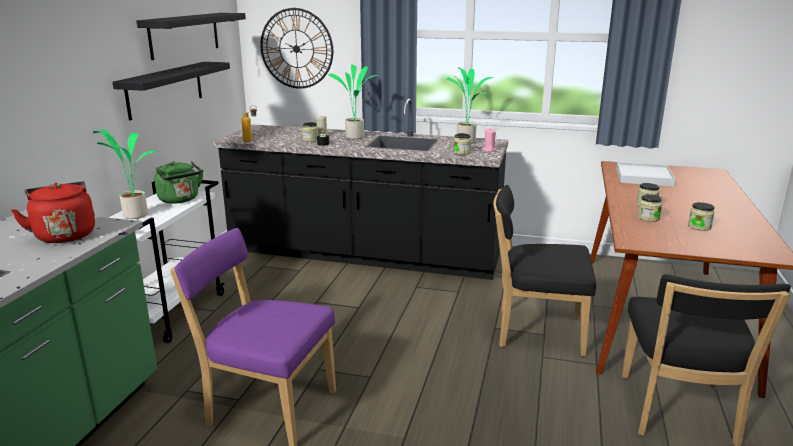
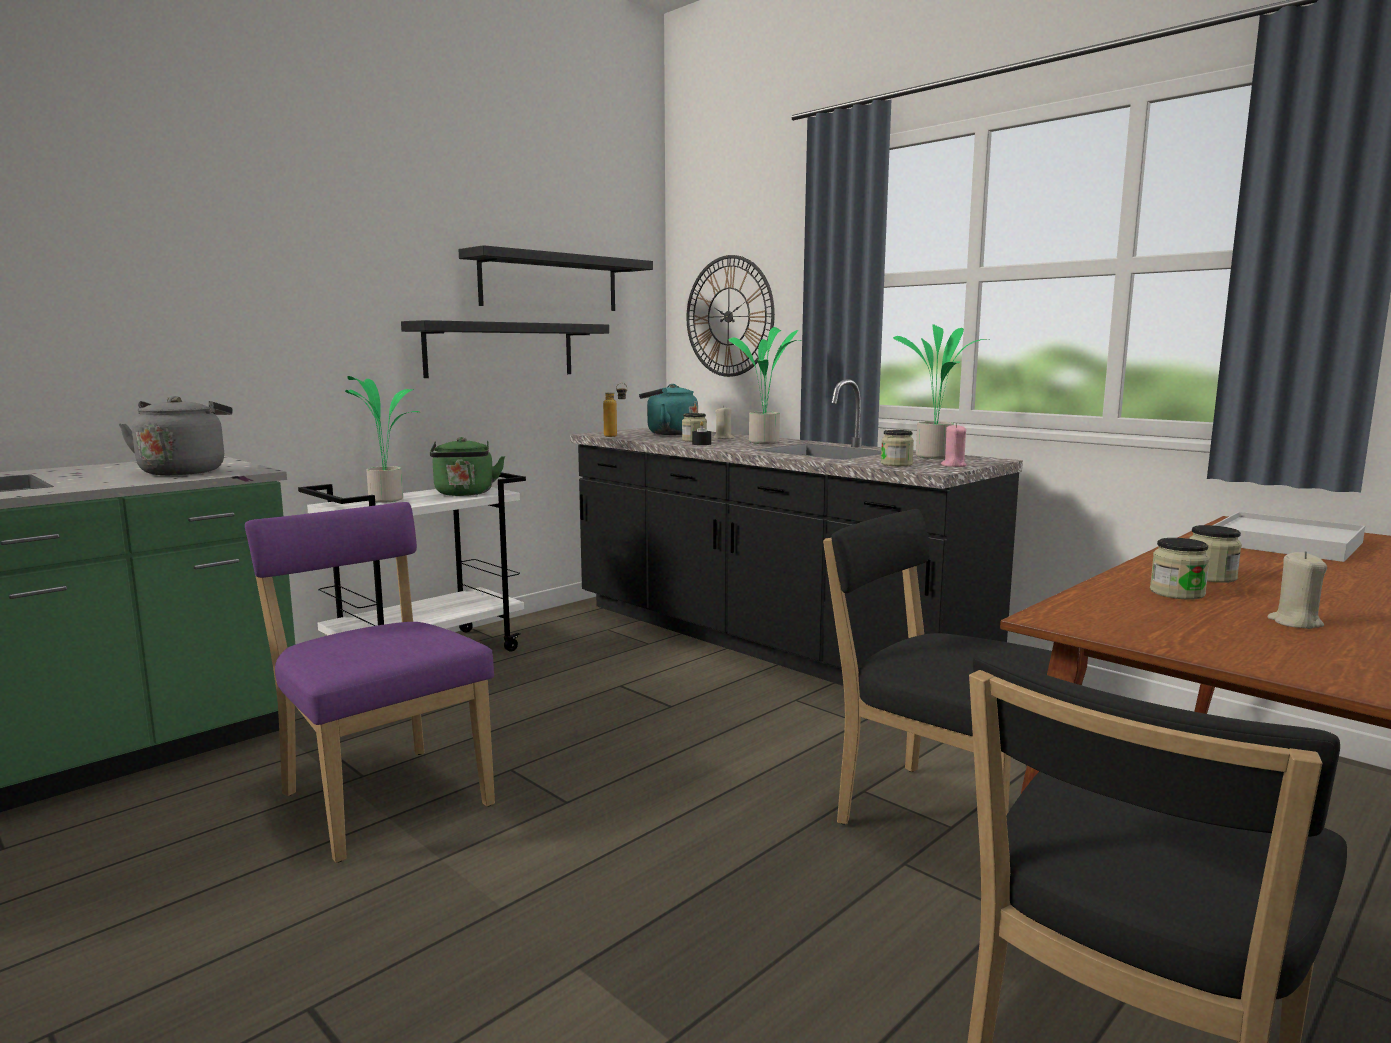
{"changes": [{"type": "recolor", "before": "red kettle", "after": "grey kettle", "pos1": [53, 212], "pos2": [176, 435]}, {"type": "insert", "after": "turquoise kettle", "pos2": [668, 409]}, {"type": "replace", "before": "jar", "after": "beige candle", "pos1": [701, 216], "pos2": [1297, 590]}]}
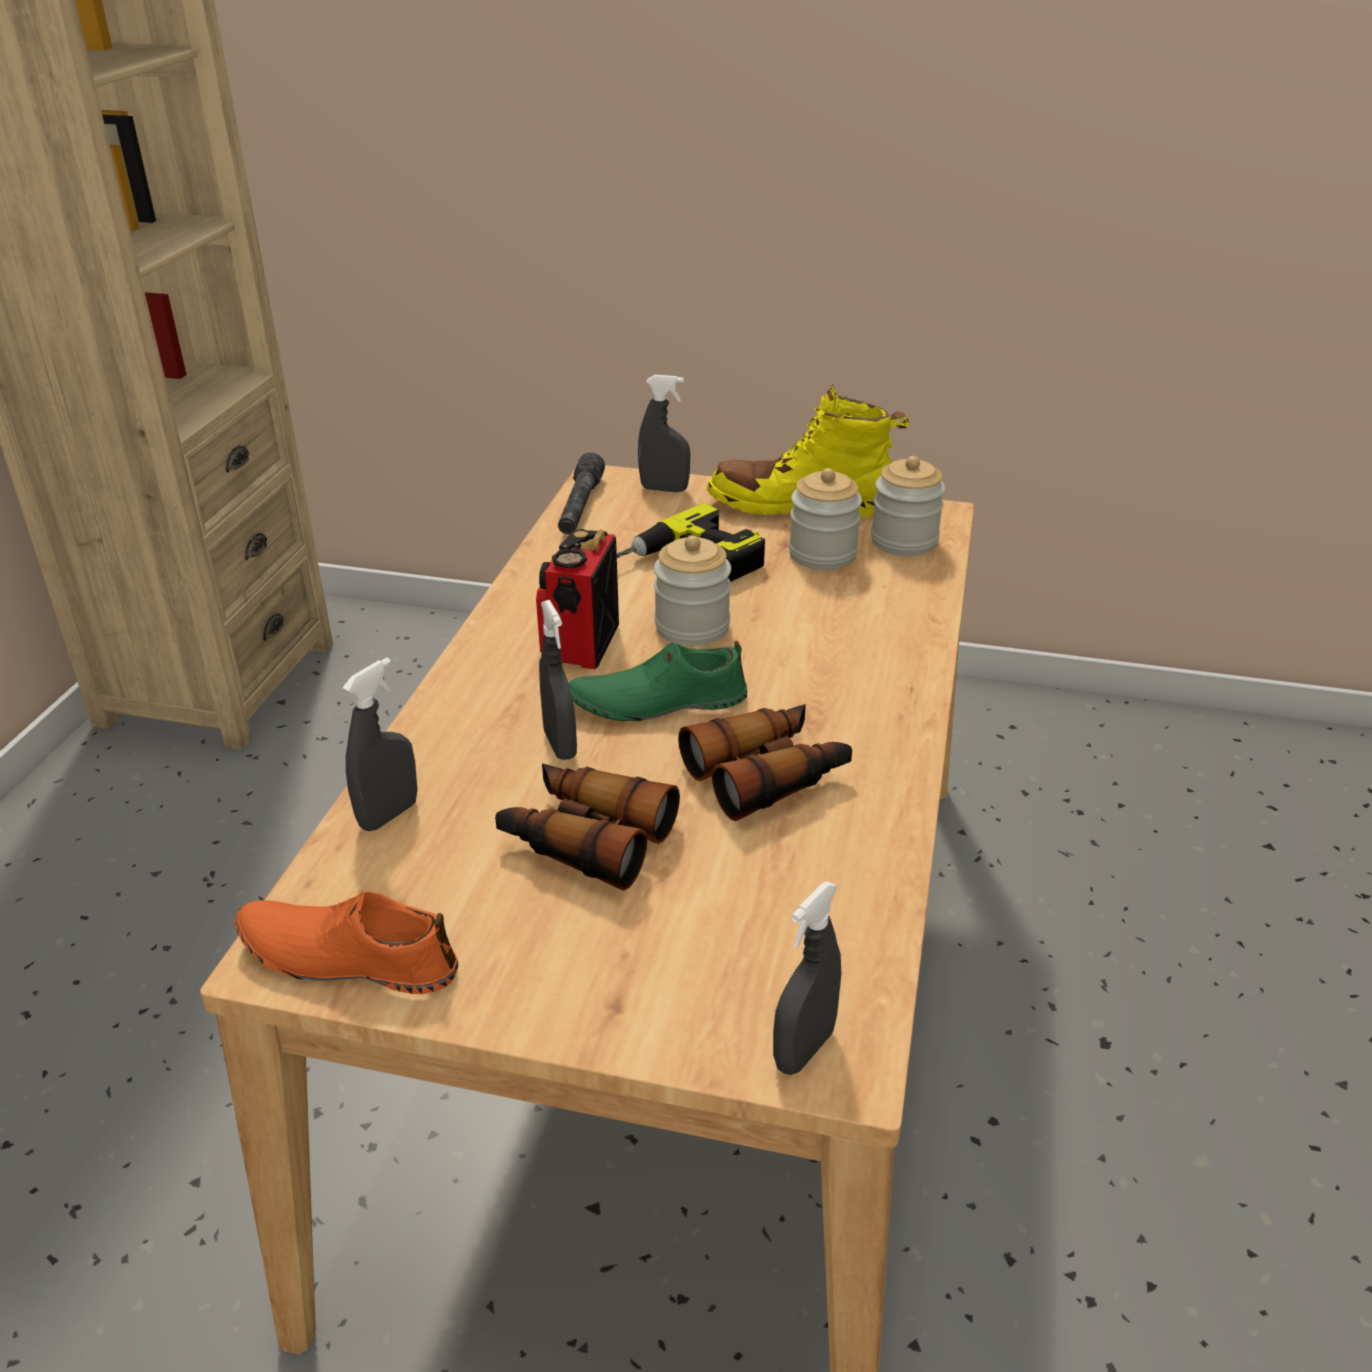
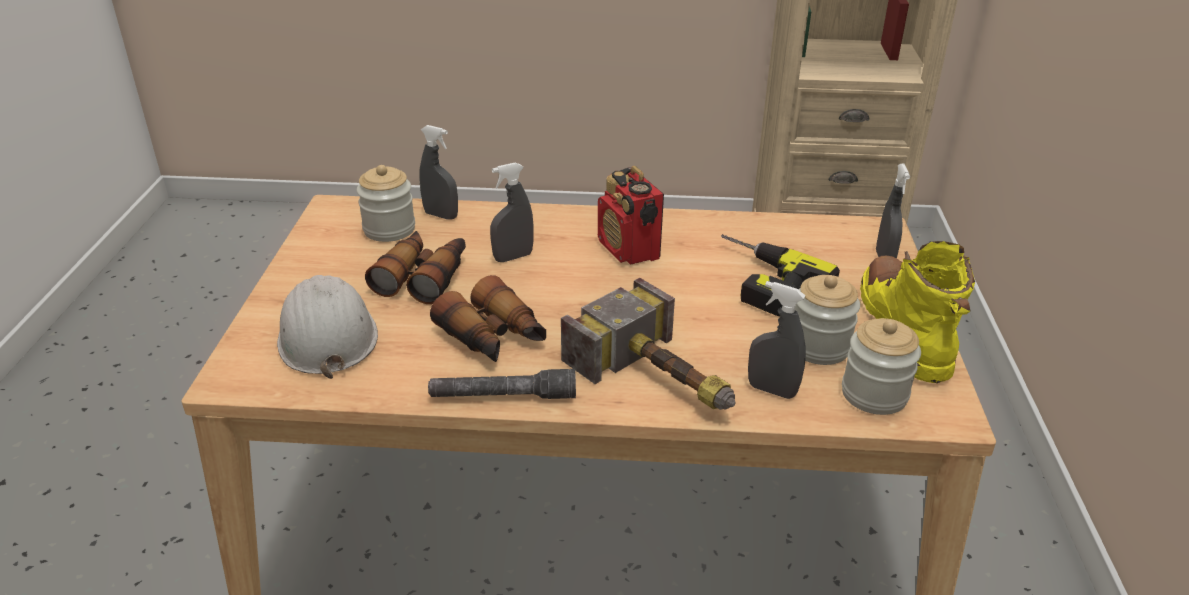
{"changes": [{"type": "insert", "after": "white hard hat", "pos2": [327, 327]}, {"type": "move", "before": "jar", "pos1": [692, 590], "pos2": [386, 203]}, {"type": "move", "before": "grey flashlight", "pos1": [581, 493], "pos2": [502, 384]}, {"type": "insert", "after": "hammer", "pos2": [648, 344]}, {"type": "rotate", "before": "radio", "pos1": [577, 599], "pos2": [631, 215], "turn": -120}, {"type": "move", "before": "grey spray bottle", "pos1": [807, 978], "pos2": [777, 340]}, {"type": "delete", "before": "orange shoe", "pos1": [346, 943]}, {"type": "delete", "before": "green shoe", "pos1": [658, 681]}]}
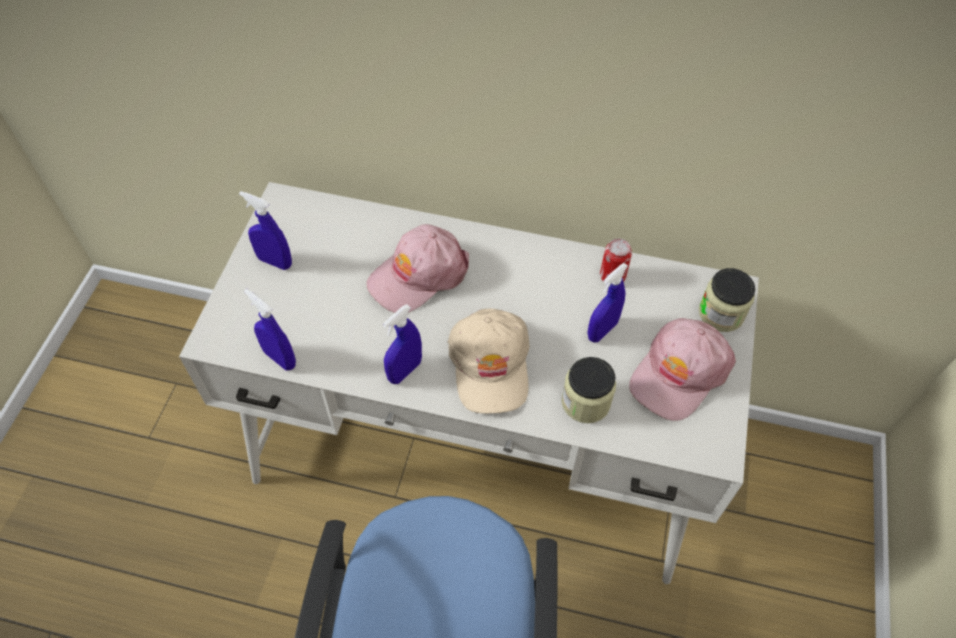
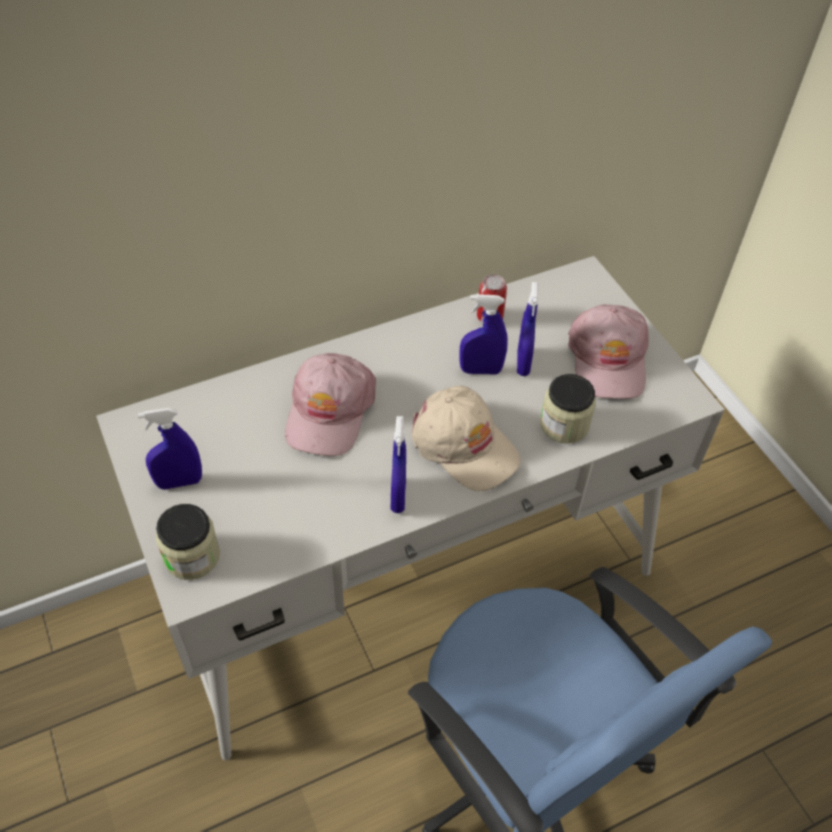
{"changes": [{"type": "move", "before": "jar", "pos1": [727, 300], "pos2": [188, 542]}, {"type": "move", "before": "blue spray bottle", "pos1": [270, 330], "pos2": [483, 334]}]}
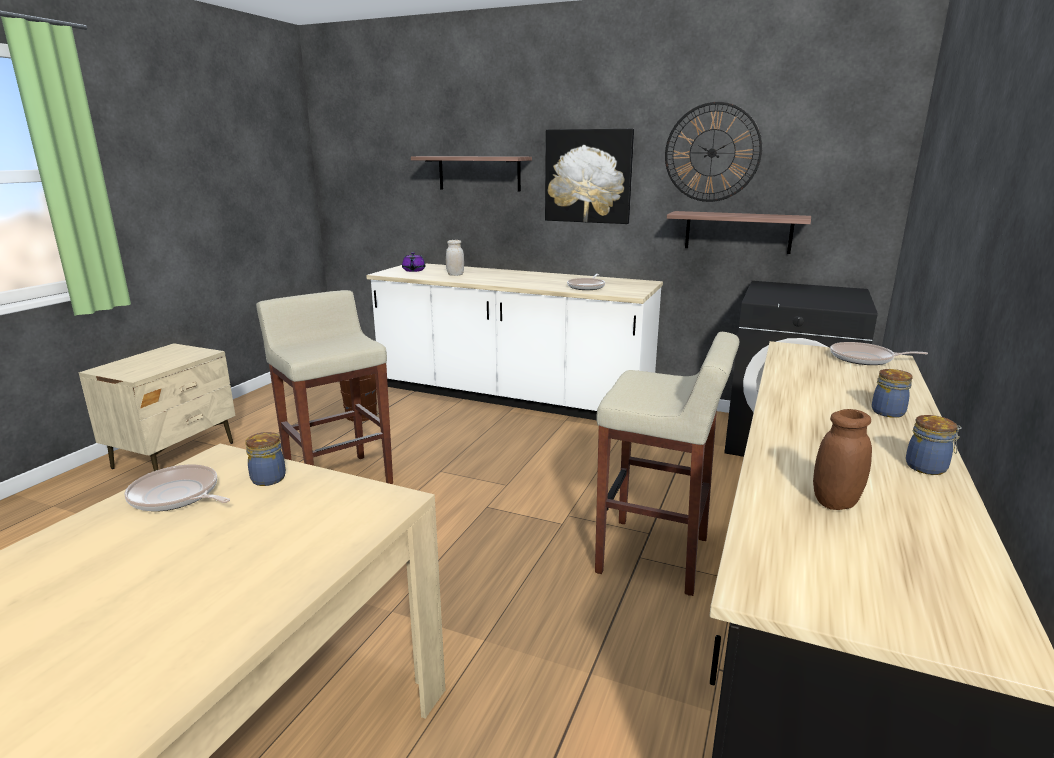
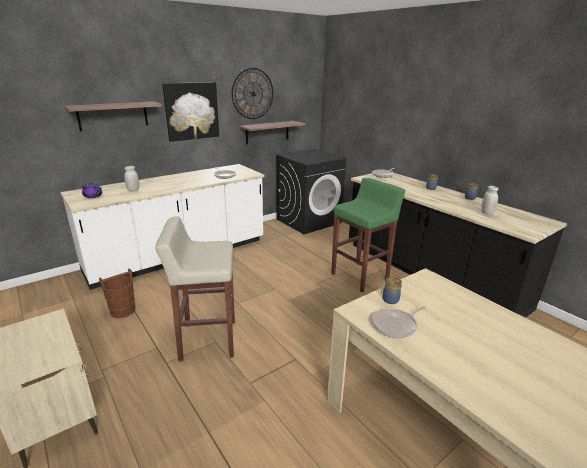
{"changes": [{"type": "recolor", "before": "beige stool", "after": "green stool", "pos1": [667, 464], "pos2": [368, 235]}, {"type": "recolor", "before": "brown jar", "after": "white jar", "pos1": [842, 459], "pos2": [490, 200]}]}
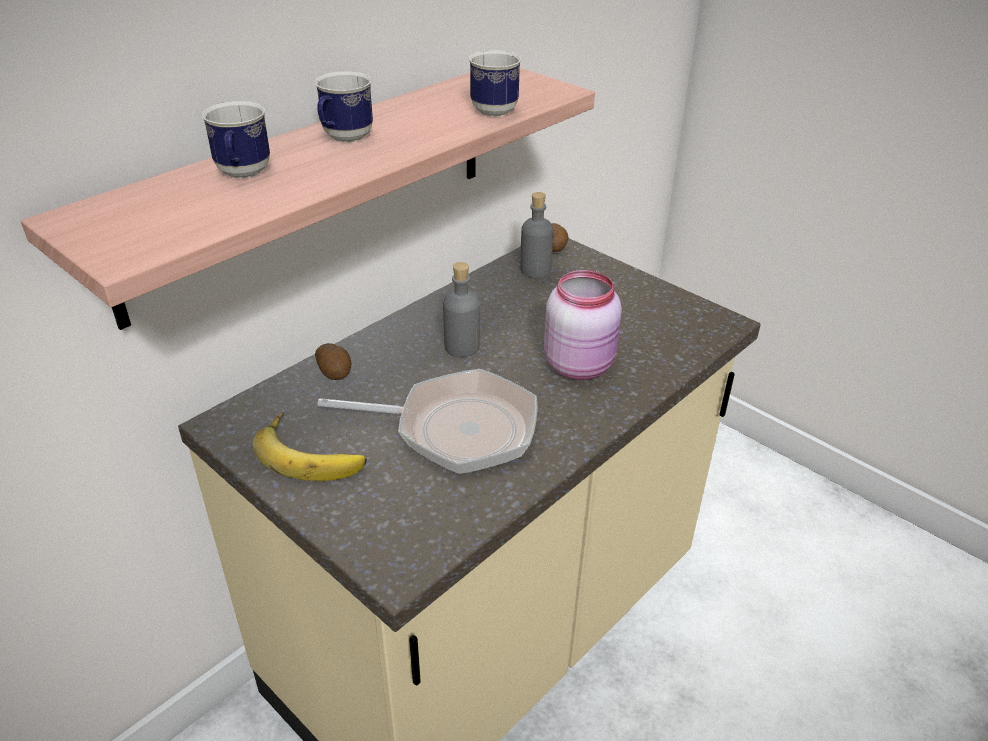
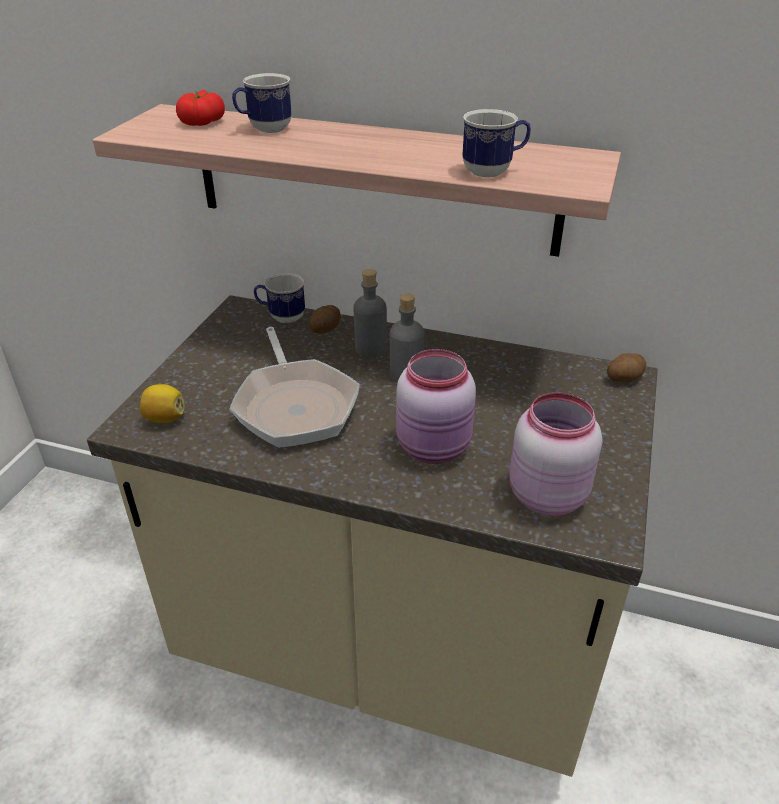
{"changes": [{"type": "insert", "after": "lemon", "pos2": [162, 403]}, {"type": "insert", "after": "tomato", "pos2": [200, 108]}, {"type": "move", "before": "mug", "pos1": [344, 106], "pos2": [279, 298]}, {"type": "move", "before": "grey bottle", "pos1": [536, 235], "pos2": [370, 313]}, {"type": "insert", "after": "pink jar", "pos2": [556, 454]}, {"type": "delete", "before": "banana", "pos1": [309, 446]}]}
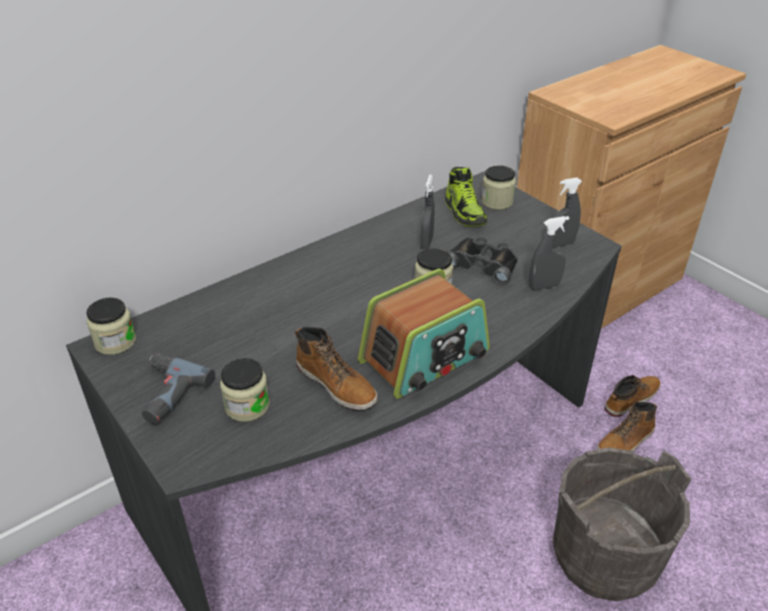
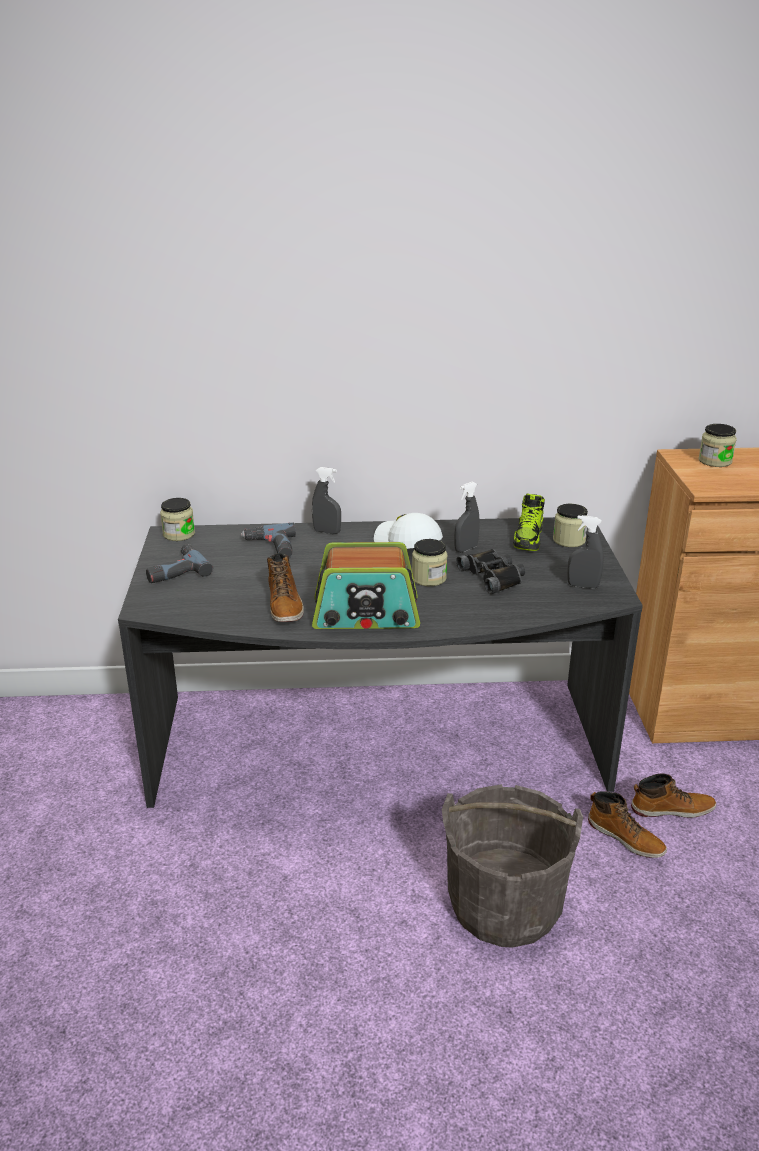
{"changes": [{"type": "insert", "after": "power drill", "pos2": [268, 540]}, {"type": "move", "before": "grey spray bottle", "pos1": [549, 253], "pos2": [326, 500]}, {"type": "insert", "after": "white cap", "pos2": [408, 531]}, {"type": "rotate", "before": "boot", "pos1": [627, 426], "pos2": [627, 824], "turn": -135}, {"type": "move", "before": "jar", "pos1": [245, 390], "pos2": [717, 445]}]}
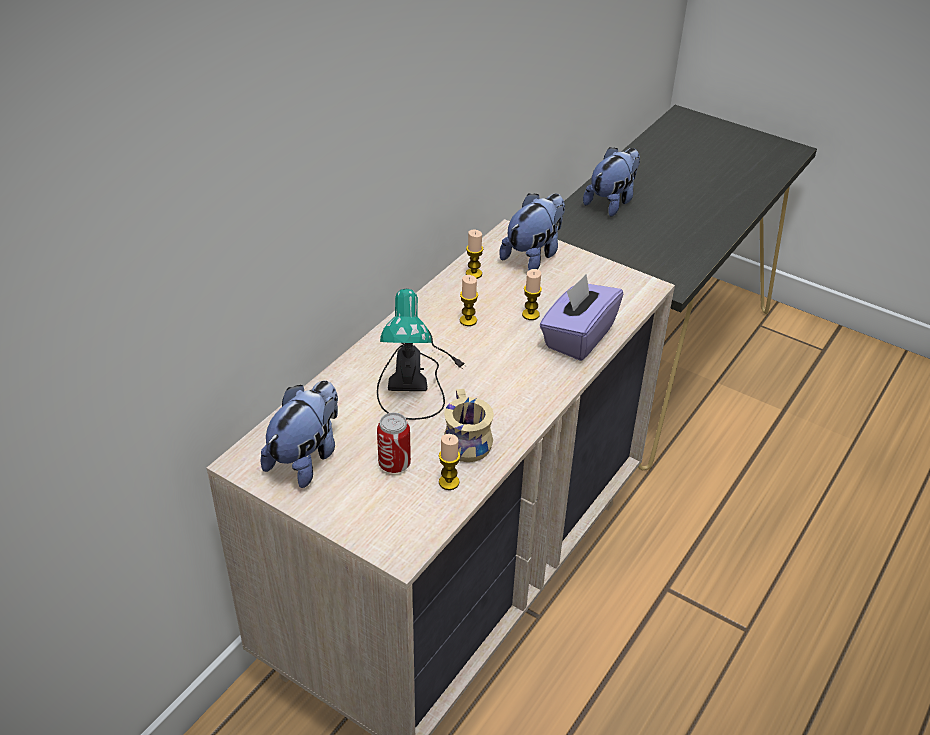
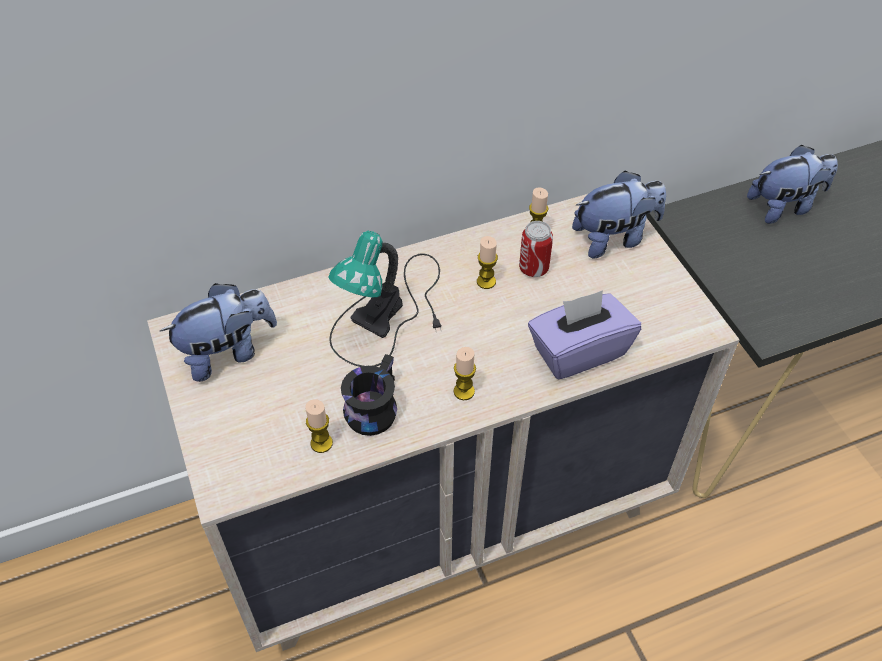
{"changes": [{"type": "recolor", "before": "beige mug", "after": "black mug", "pos1": [469, 425], "pos2": [369, 395]}, {"type": "move", "before": "candle", "pos1": [532, 294], "pos2": [465, 373]}, {"type": "move", "before": "can", "pos1": [394, 443], "pos2": [536, 249]}]}
